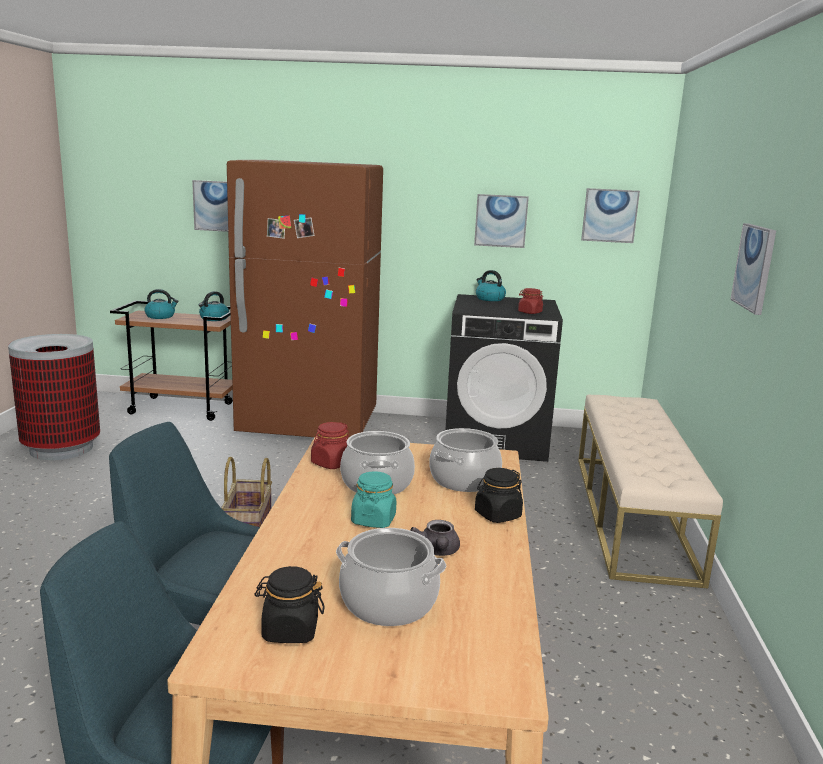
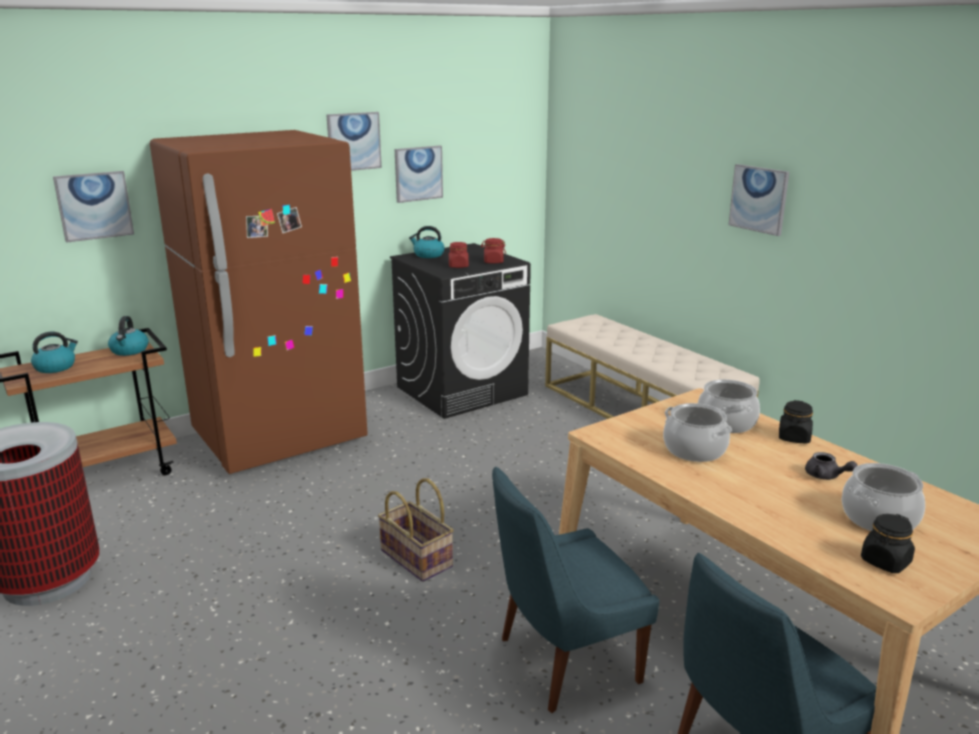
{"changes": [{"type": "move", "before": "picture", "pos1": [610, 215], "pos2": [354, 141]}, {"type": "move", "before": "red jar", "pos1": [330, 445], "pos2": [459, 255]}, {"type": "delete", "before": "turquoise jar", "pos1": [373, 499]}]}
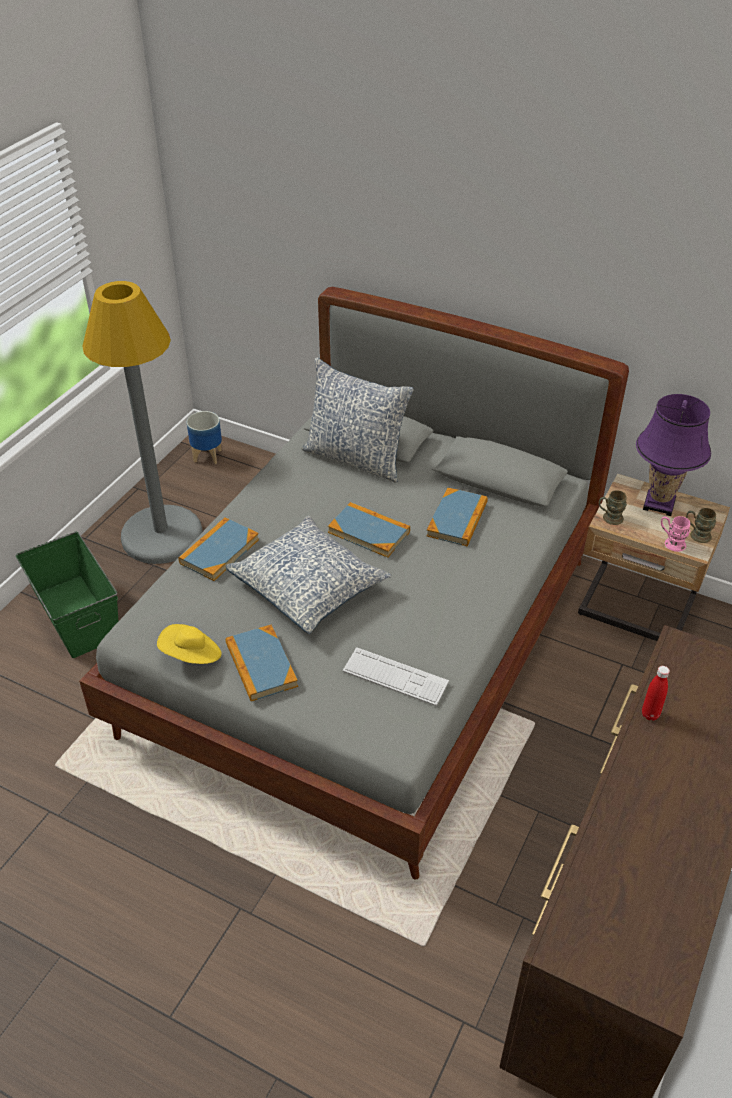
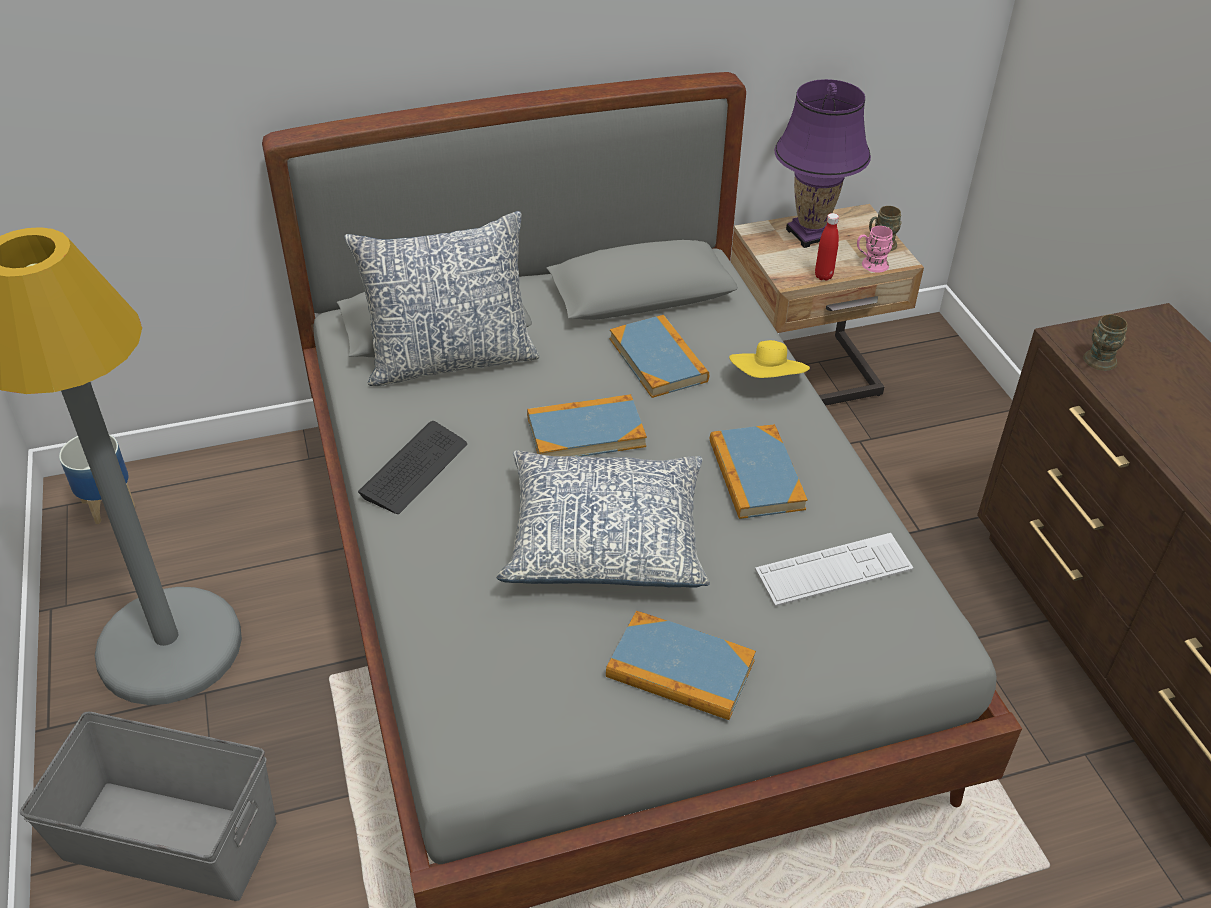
{"changes": [{"type": "recolor", "before": "green storage box", "after": "grey storage box", "pos1": [67, 595], "pos2": [148, 806]}, {"type": "insert", "after": "keyboard", "pos2": [412, 467]}, {"type": "move", "before": "book", "pos1": [219, 549], "pos2": [759, 471]}, {"type": "move", "before": "yellow hat", "pos1": [189, 644], "pos2": [769, 359]}, {"type": "move", "before": "red bottle", "pos1": [656, 693], "pos2": [827, 247]}, {"type": "move", "before": "brown mug", "pos1": [613, 507], "pos2": [1105, 343]}]}
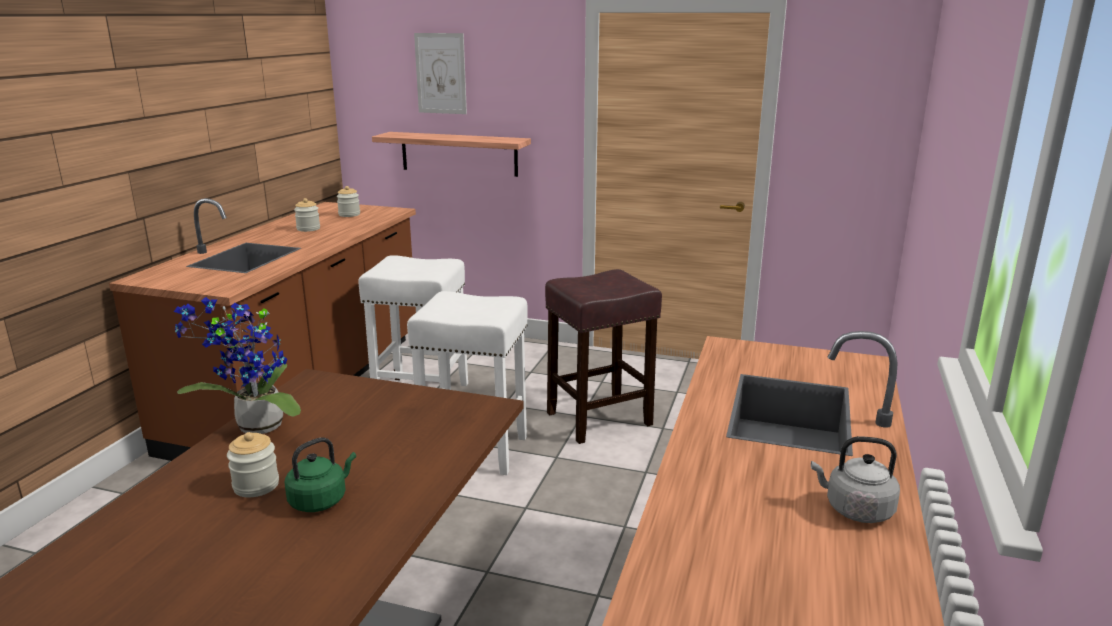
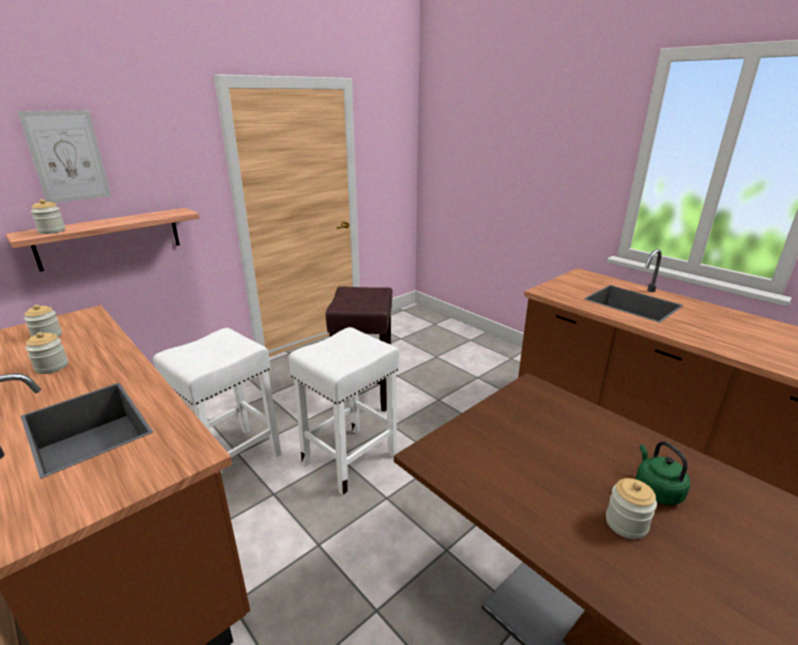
{"changes": [{"type": "insert", "after": "jar", "pos2": [48, 216]}, {"type": "delete", "before": "potted plant", "pos1": [237, 365]}, {"type": "delete", "before": "grey kettle", "pos1": [855, 479]}]}
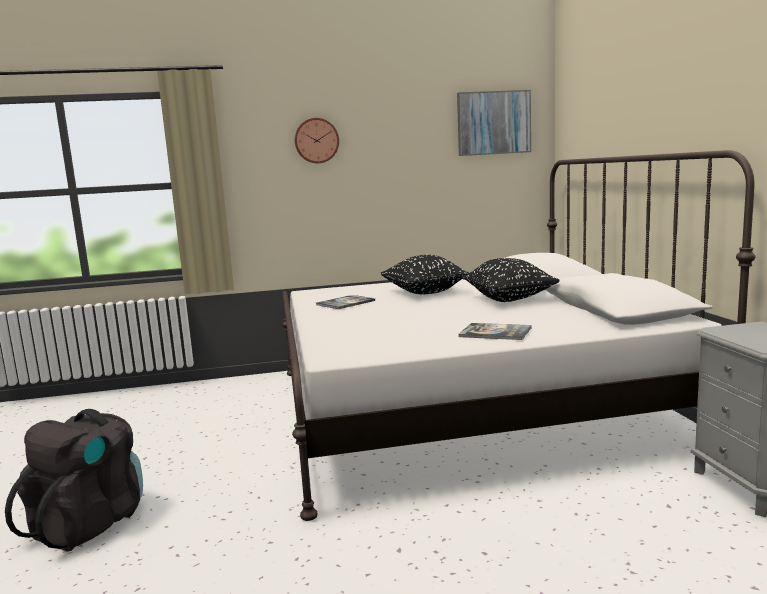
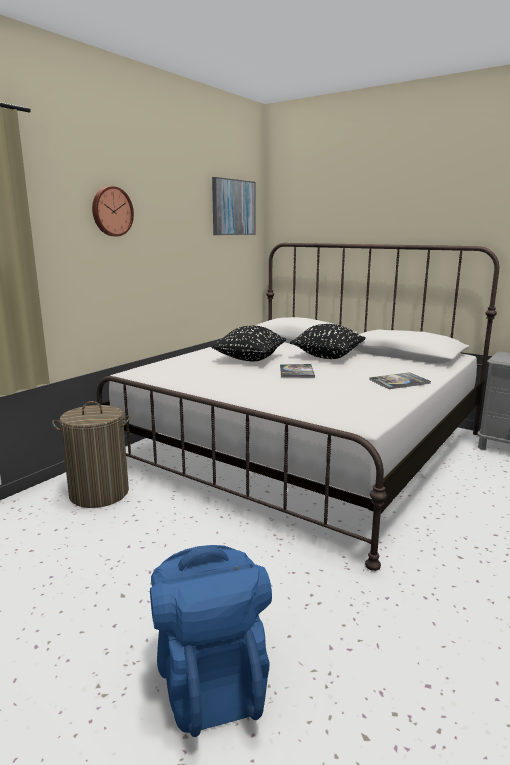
{"changes": [{"type": "insert", "after": "laundry basket", "pos2": [91, 454]}, {"type": "recolor", "before": "black backpack", "after": "blue backpack", "pos1": [74, 480], "pos2": [211, 641]}, {"type": "move", "before": "book", "pos1": [345, 302], "pos2": [297, 370]}]}
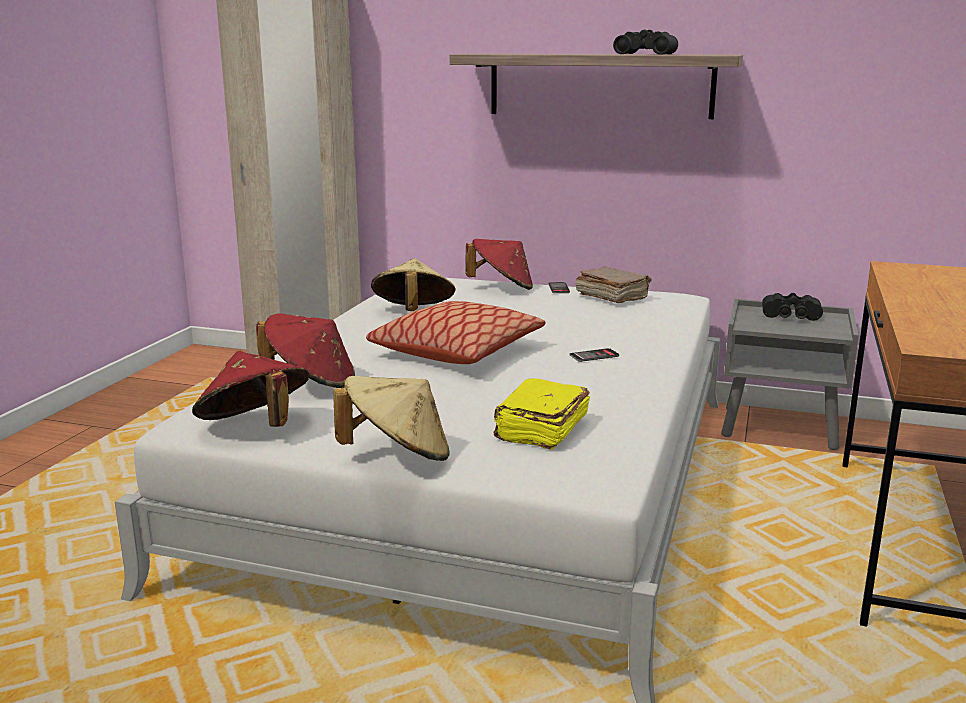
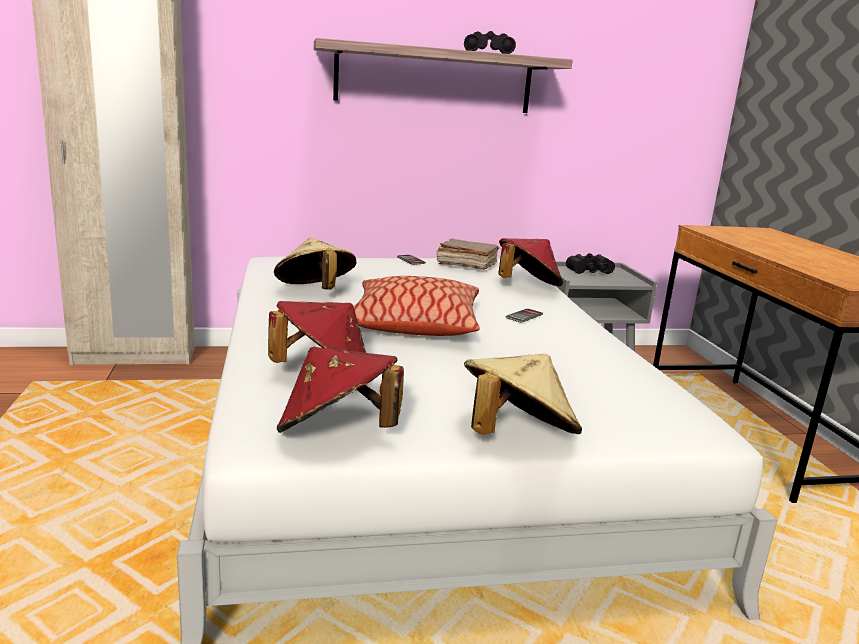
{"changes": [{"type": "move", "before": "red hat", "pos1": [499, 264], "pos2": [530, 262]}, {"type": "delete", "before": "yellow book", "pos1": [541, 414]}]}
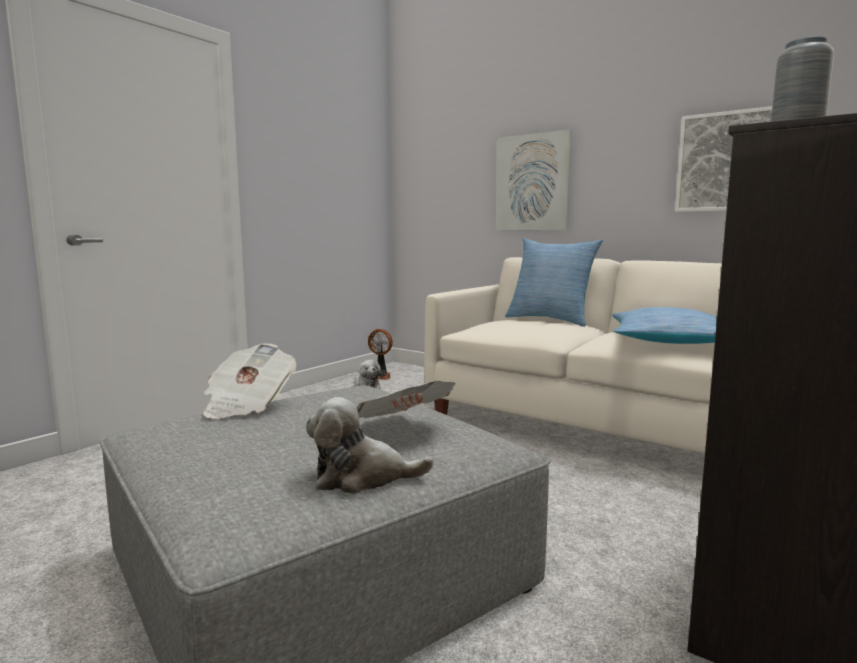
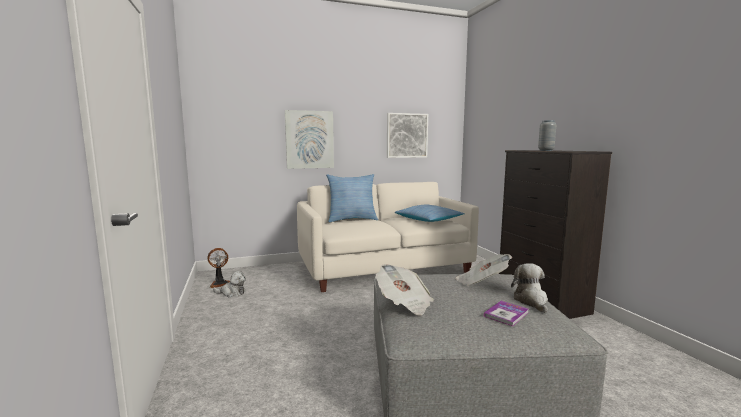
{"changes": [{"type": "insert", "after": "book", "pos2": [505, 313]}, {"type": "rotate", "before": "plush toy", "pos1": [370, 445], "pos2": [529, 288], "turn": 150}]}
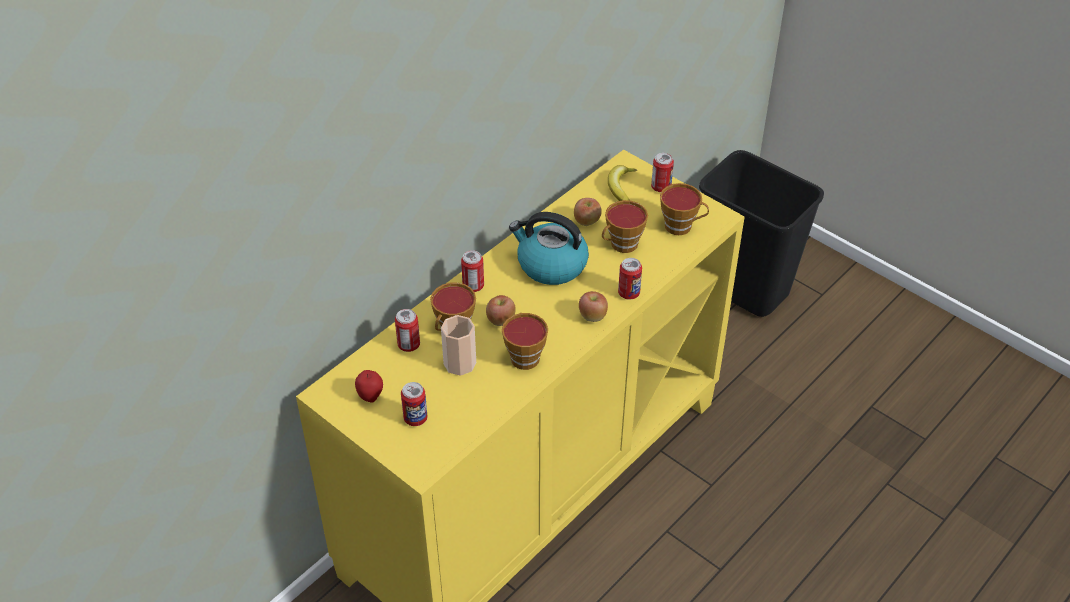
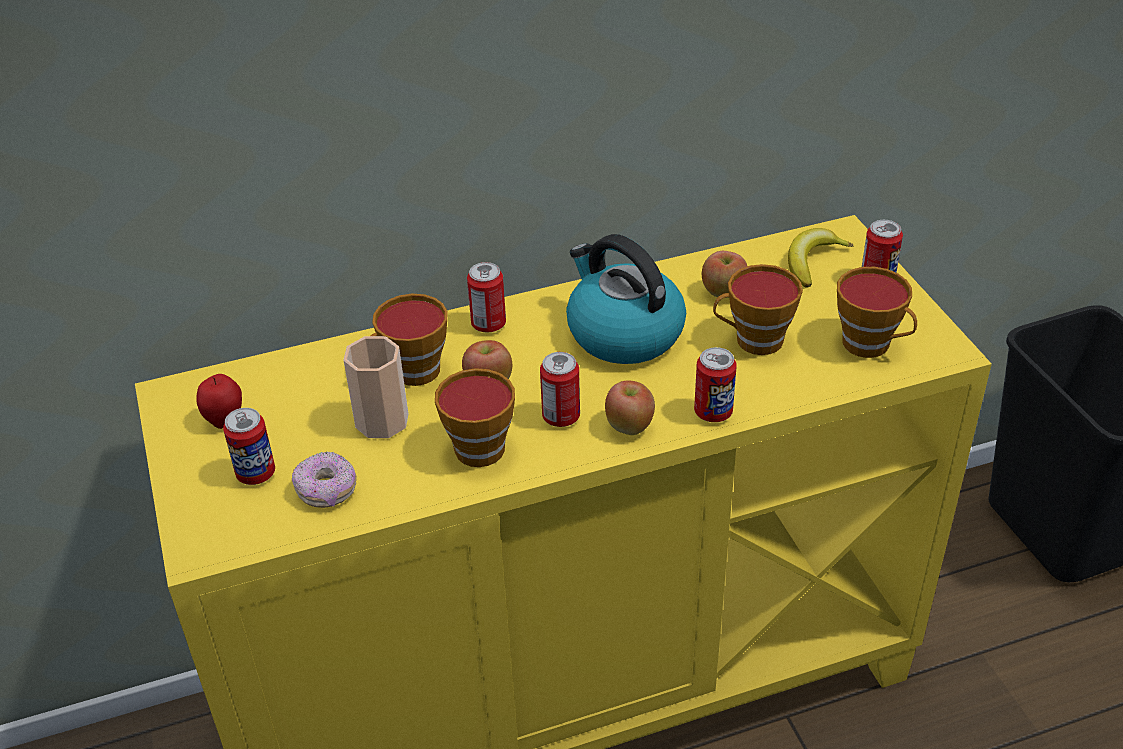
{"changes": [{"type": "insert", "after": "donut", "pos2": [324, 479]}, {"type": "move", "before": "can", "pos1": [407, 330], "pos2": [560, 389]}]}
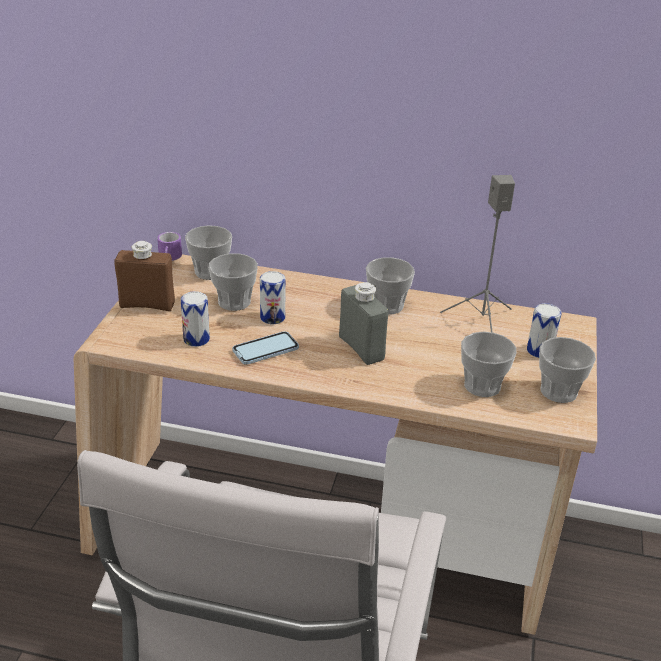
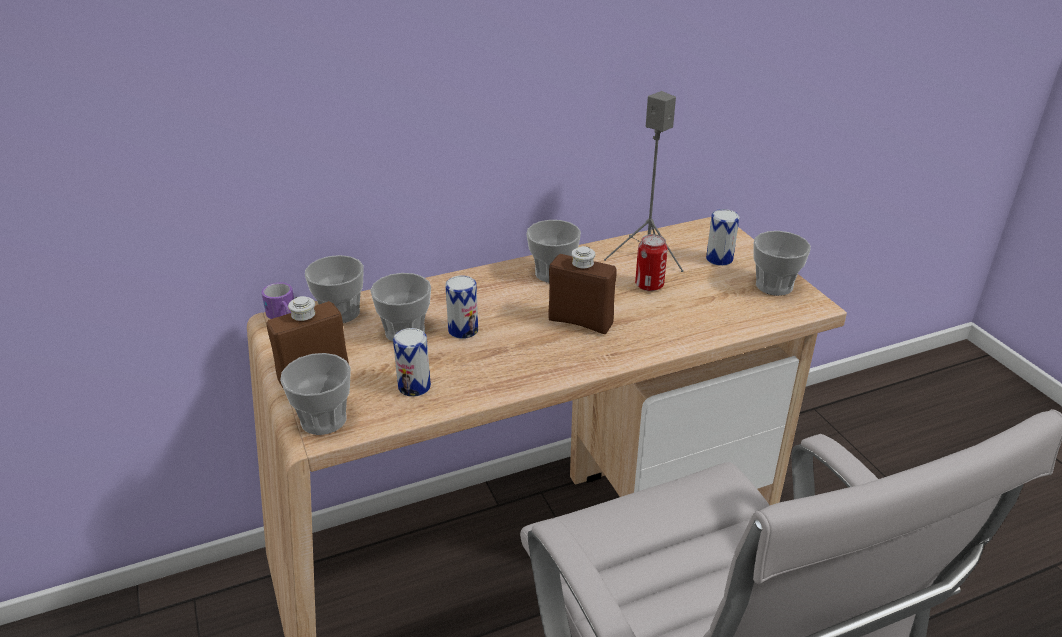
{"changes": [{"type": "move", "before": "cup", "pos1": [489, 364], "pos2": [315, 394]}, {"type": "recolor", "before": "grey bottle", "after": "brown bottle", "pos1": [363, 323], "pos2": [582, 290]}, {"type": "insert", "after": "can", "pos2": [651, 262]}, {"type": "delete", "before": "phone", "pos1": [265, 348]}]}
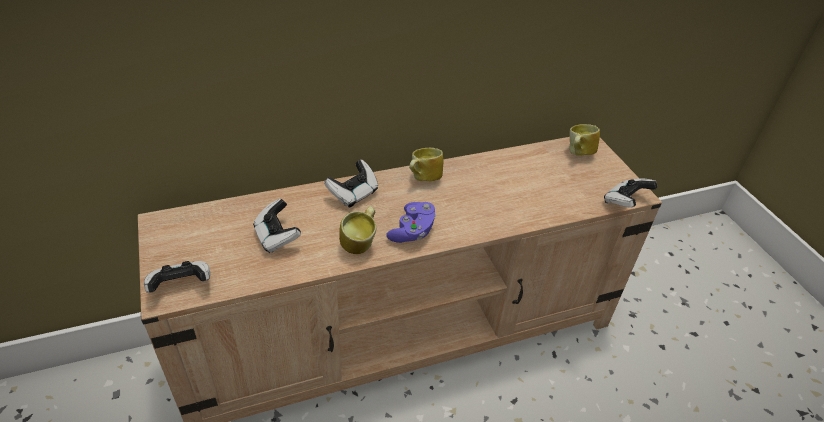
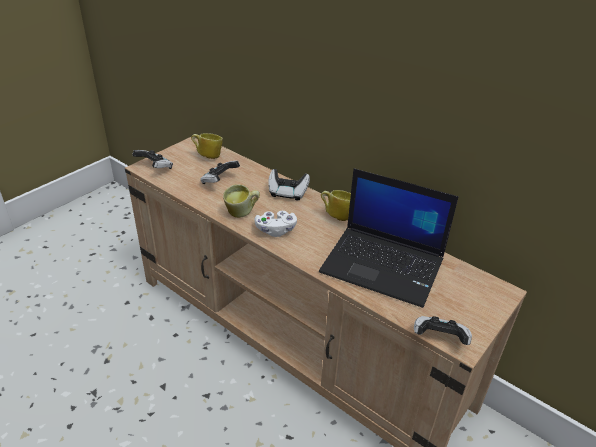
{"changes": [{"type": "move", "before": "mug", "pos1": [584, 140], "pos2": [207, 146]}, {"type": "recolor", "before": "purple game controller", "after": "white game controller", "pos1": [411, 222], "pos2": [275, 224]}, {"type": "insert", "after": "laptop", "pos2": [388, 238]}]}
